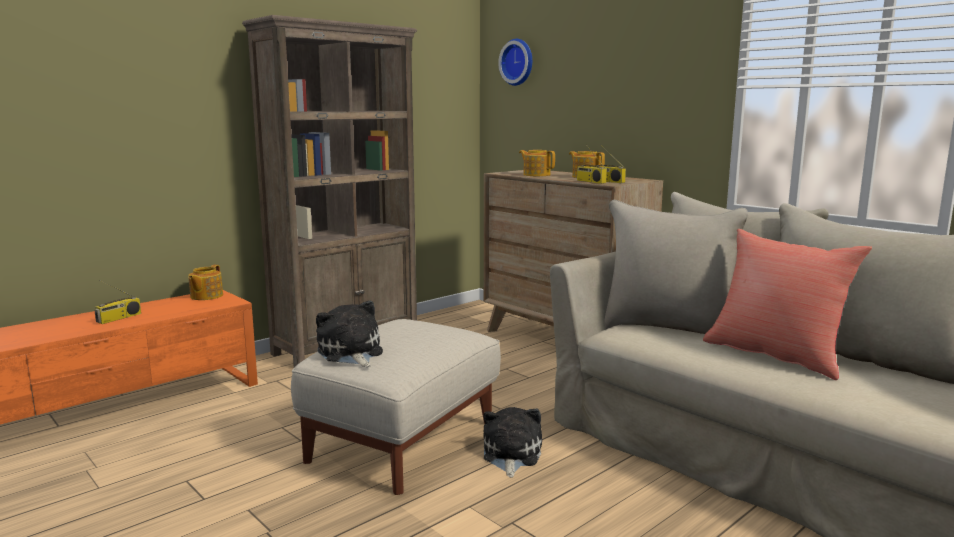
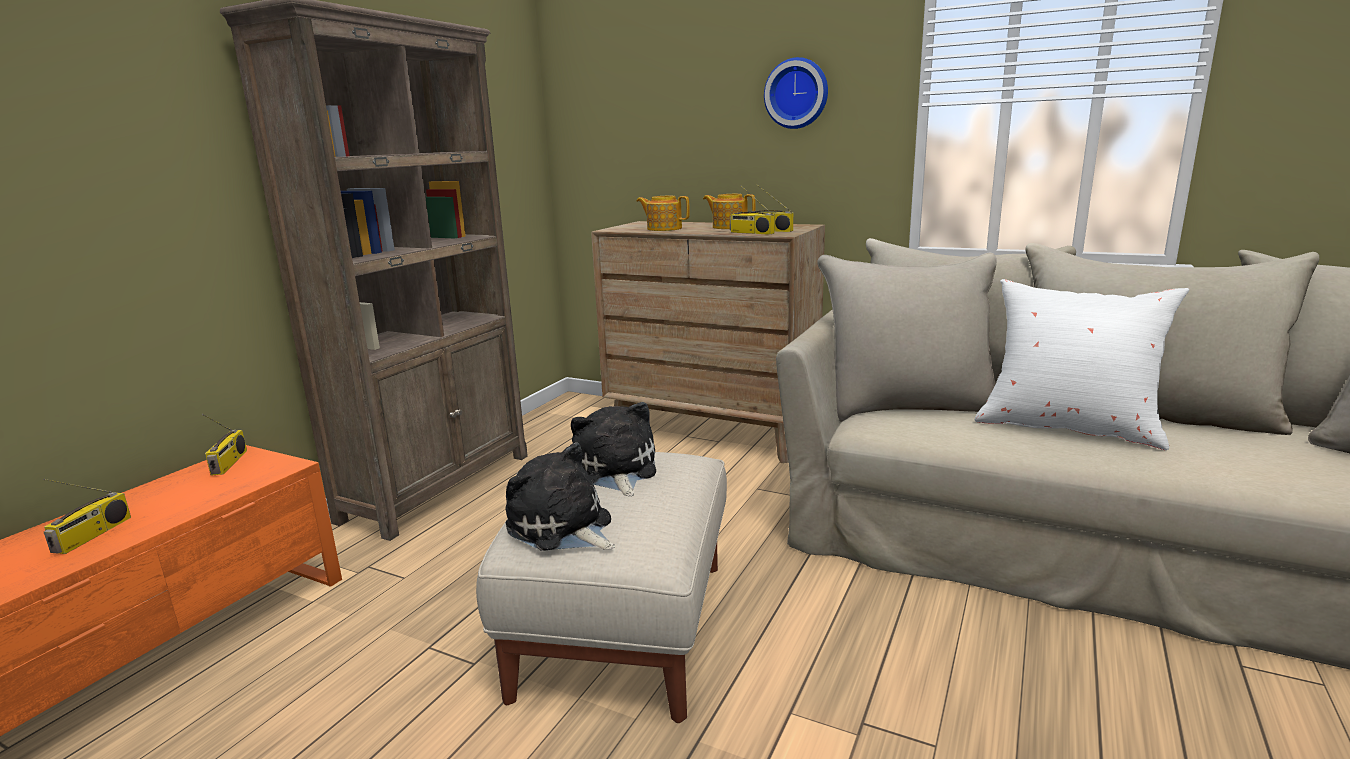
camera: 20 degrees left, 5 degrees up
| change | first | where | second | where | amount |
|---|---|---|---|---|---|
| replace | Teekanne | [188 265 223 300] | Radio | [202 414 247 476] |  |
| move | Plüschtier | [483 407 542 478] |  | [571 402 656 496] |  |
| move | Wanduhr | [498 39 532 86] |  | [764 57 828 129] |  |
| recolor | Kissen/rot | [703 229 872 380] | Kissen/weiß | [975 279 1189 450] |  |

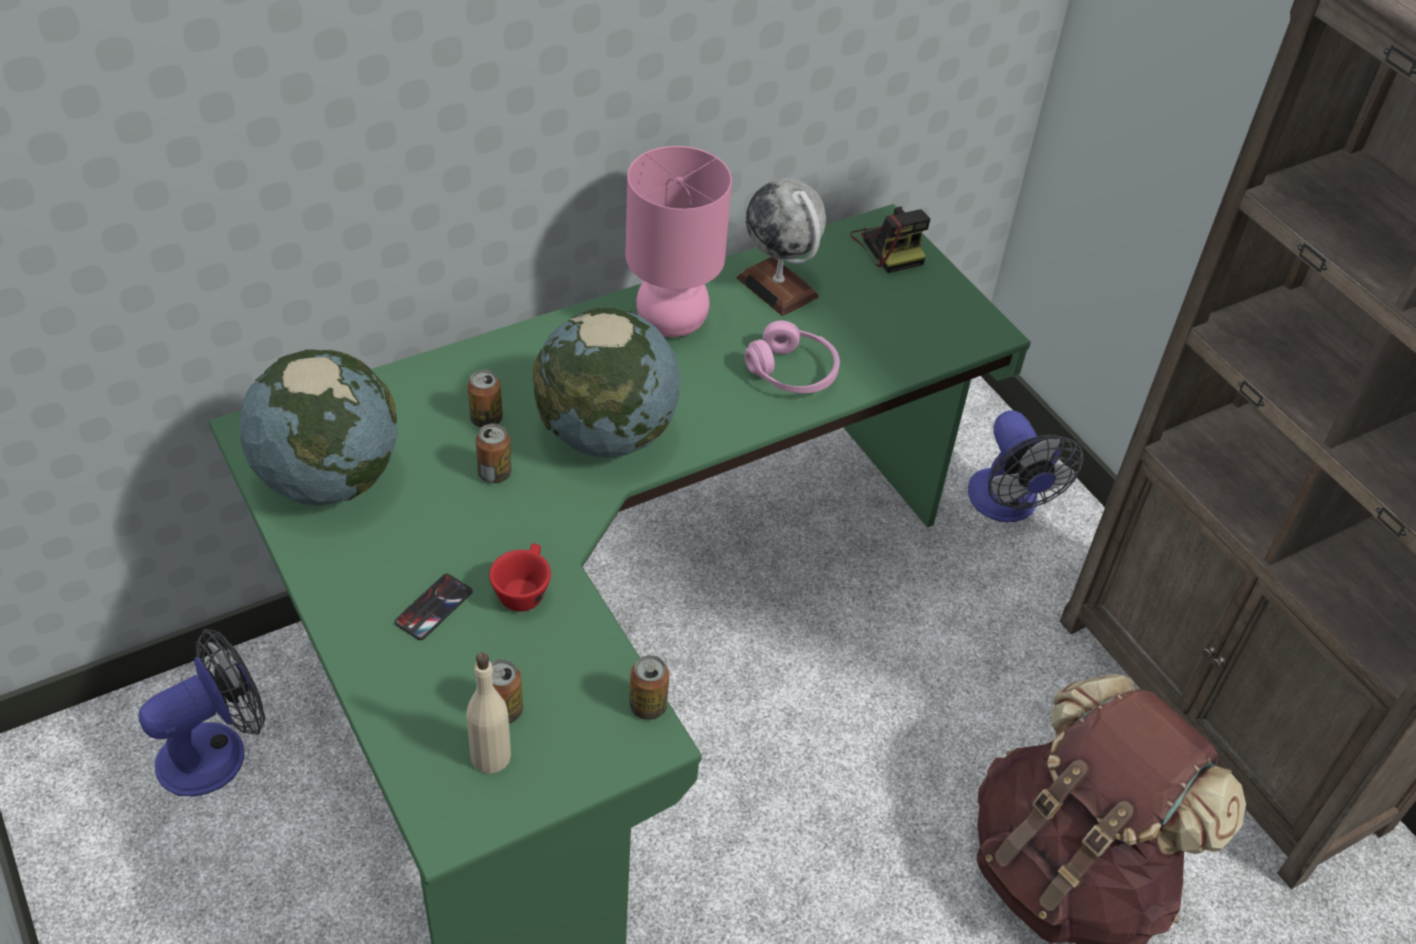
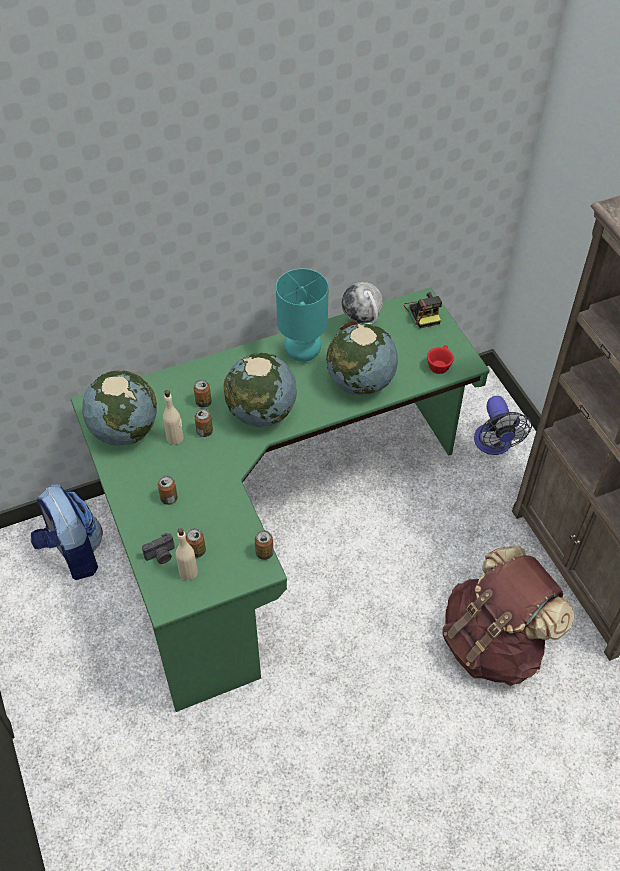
camera: 10 degrees right, 5 degrees up
| change | first | where | second | where | amount |
|---|---|---|---|---|---|
| replace | Ventilator | [138 629 265 796] | Rucksack | [31 485 103 580] |  |
| insert |  |  | Kamera | [142 533 175 564] |  |
| replace | Handy | [394 573 473 640] | Dose | [158 475 178 505] |  |
| insert |  |  | Flasche/beige | [163 390 183 445] |  |
| recolor | Tischlampe/rosa | [626 146 732 337] | Tischlampe/türkis | [276 268 329 362] |  |
| replace | Kopfhörer/rosa | [745 321 840 393] | Globus | [326 324 398 396] |  |
| move | Tasse/rot | [489 543 551 611] |  | [427 345 454 374] |  |

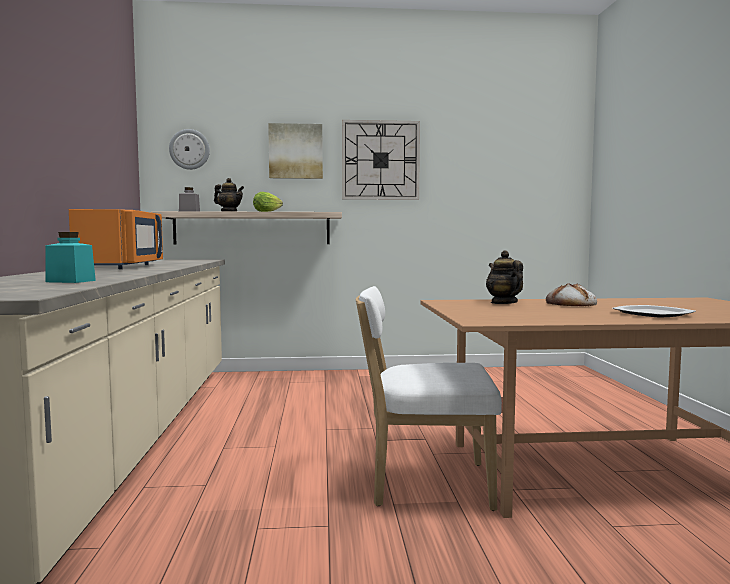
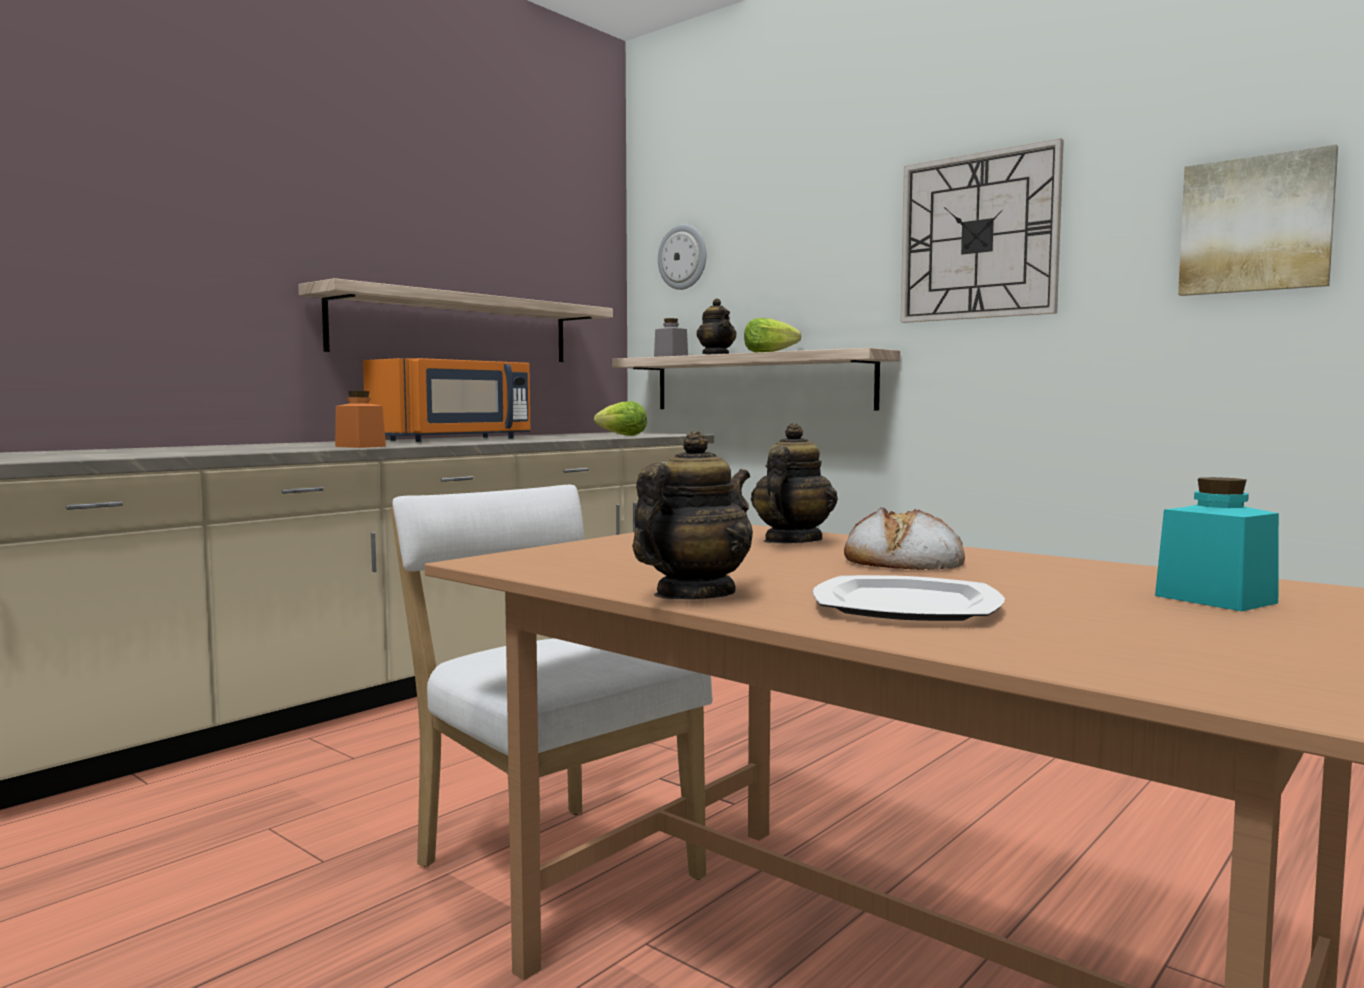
camera: 45 degrees right, 0 degrees up
| change | first | where | second | where | amount |
|---|---|---|---|---|---|
| insert |  |  | Wandregal | [298 278 613 362] |  |
| insert |  |  | Vorratsglas/orange | [335 391 386 448] |  |
| insert |  |  | Salatkopf | [594 401 647 436] |  |
| insert |  |  | Teekanne | [632 431 753 599] |  |
| move | Vorratsglas/türkis | [45 232 96 283] |  | [1155 477 1279 611] |  |
| move | Bild | [268 123 323 179] |  | [1178 144 1338 296] |  |

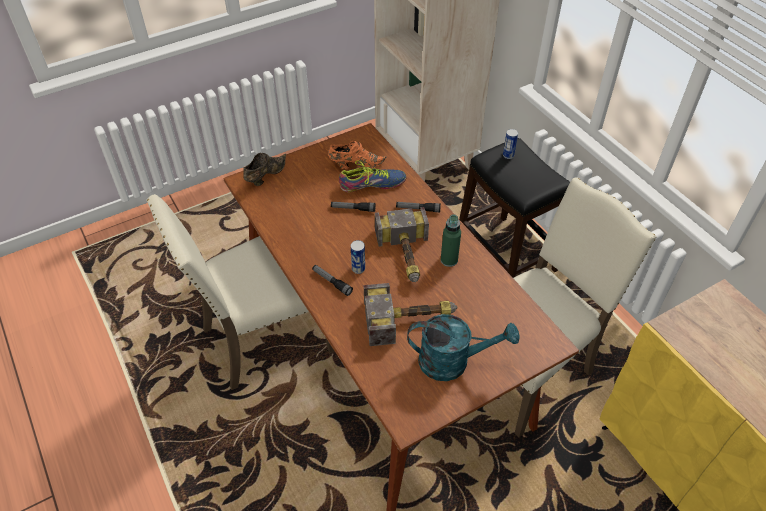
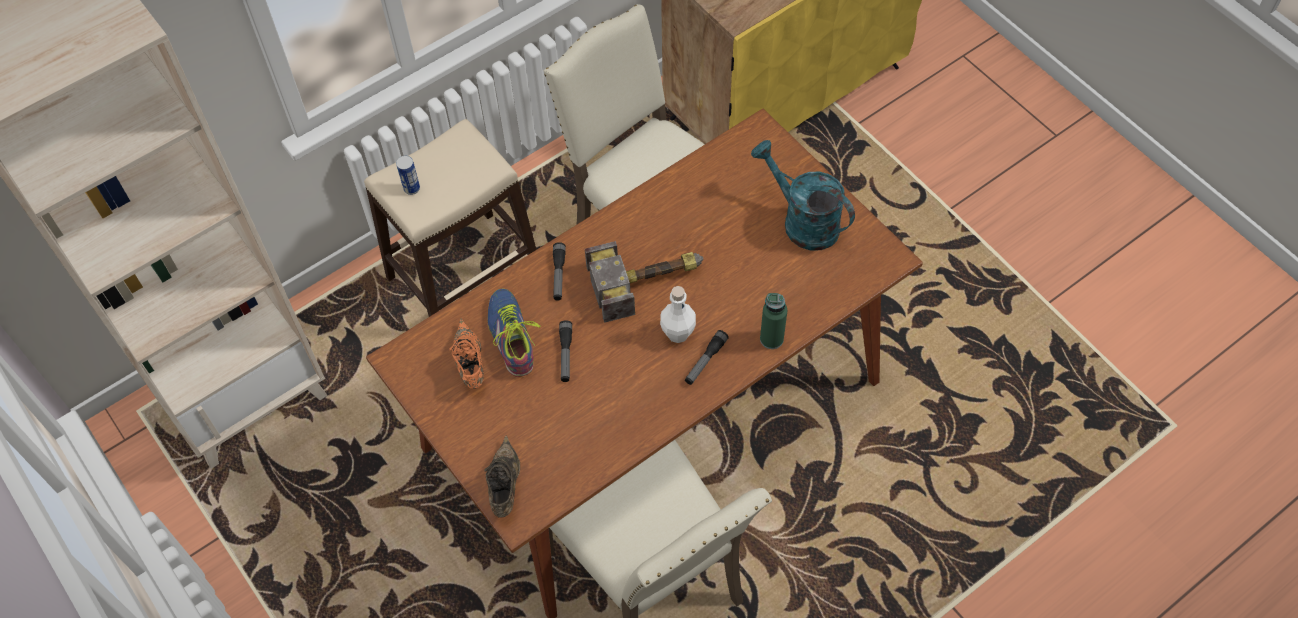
camera: 95 degrees left, 10 degrees up
| change | first | where | second | where | amount |
|---|---|---|---|---|---|
| recolor | Hocker/schwarz | [459 138 570 278] | Hocker/beige | [364 119 537 317] |  |
| rotate | Schuh/braun | [243 153 286 186] |  | [484 436 520 518] | 60 degrees clockwise |
| replace | Dose | [351 240 365 274] | Flasche/weiß | [660 286 696 343] |  |
| rotate | Gießkanne/türkis | [407 314 520 381] |  | [751 140 855 251] | 45 degrees counterclockwise |
| move | Flasche/grün | [441 215 461 267] |  | [760 293 788 349] |  |
| delete | Hammer | [364 283 457 346] |  |  |  |

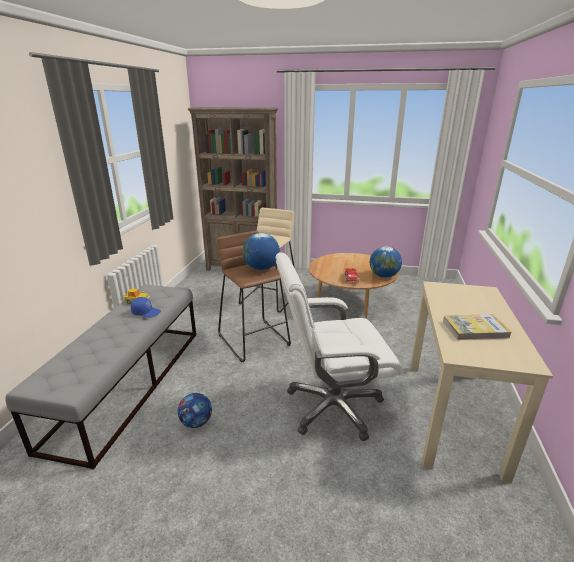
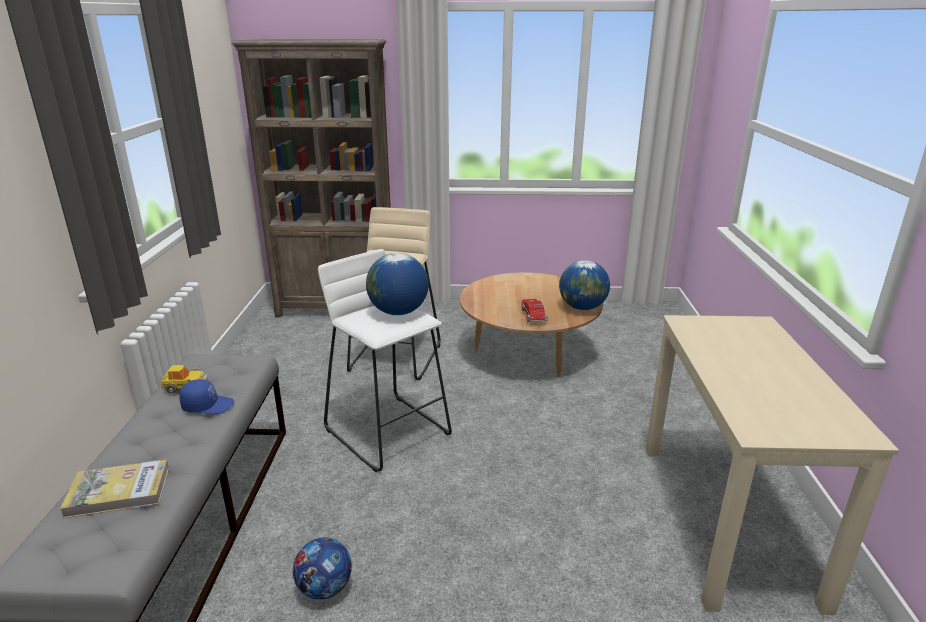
camera: 10 degrees left, 0 degrees up
| change | first | where | second | where | amount |
|---|---|---|---|---|---|
| move | Buch | [443 314 512 340] |  | [60 459 169 518] |  |
| recolor | Hocker/braun | [217 231 291 362] | Hocker/weiß | [318 249 452 472] |  |
| delete | Bürostuhl/weiß | [276 252 403 441] |  |  |  |

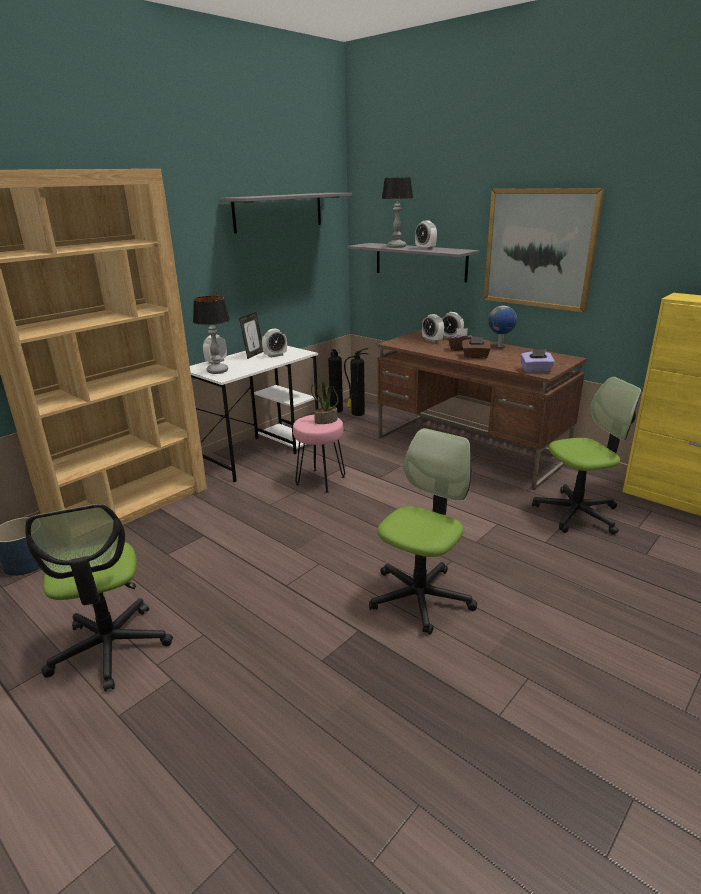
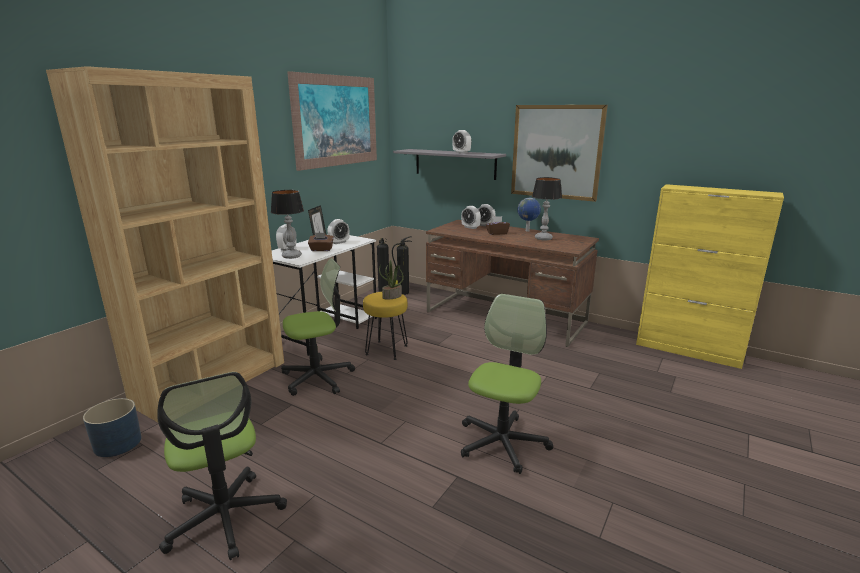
camera: 10 degrees left, 5 degrees down
| change | first | where | second | where | amount |
|---|---|---|---|---|---|
| move | Bürostuhl | [532 377 641 535] |  | [281 258 355 396] |  |
| replace | Wandregal/grau | [220 193 352 234] | Bild | [287 71 377 171] |  |
| move | Taschentuchbox/braun | [462 336 491 359] |  | [308 232 334 251] |  |
| recolor | Hocker/rosa | [293 415 345 493] | Hocker/gelb | [363 292 408 360] |  |
| move | Tischlampe | [382 177 413 248] |  | [532 177 562 240] |  |
| delete | Taschentuchbox/lila | [521 349 555 373] |  |  |  |

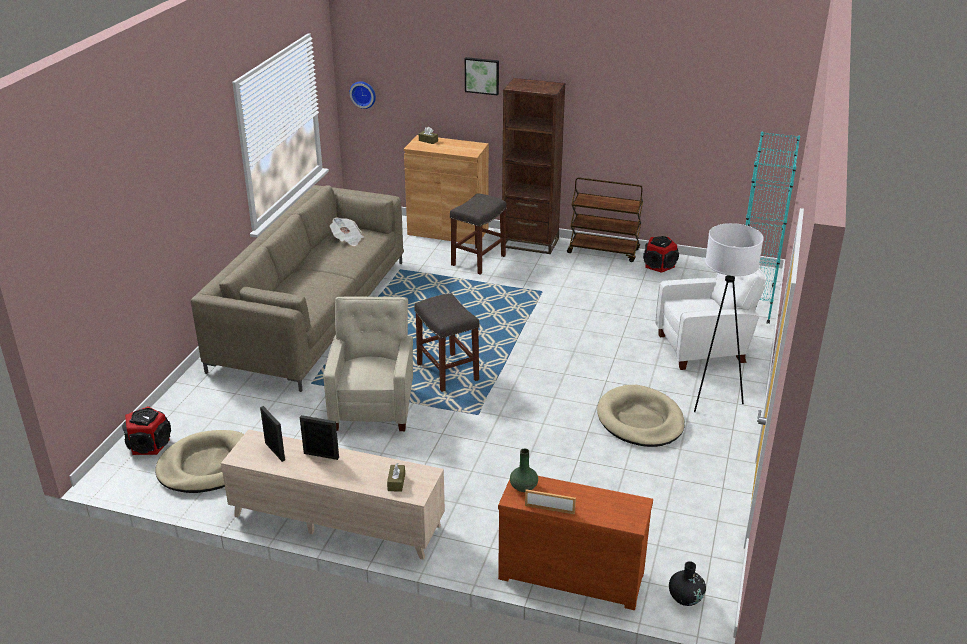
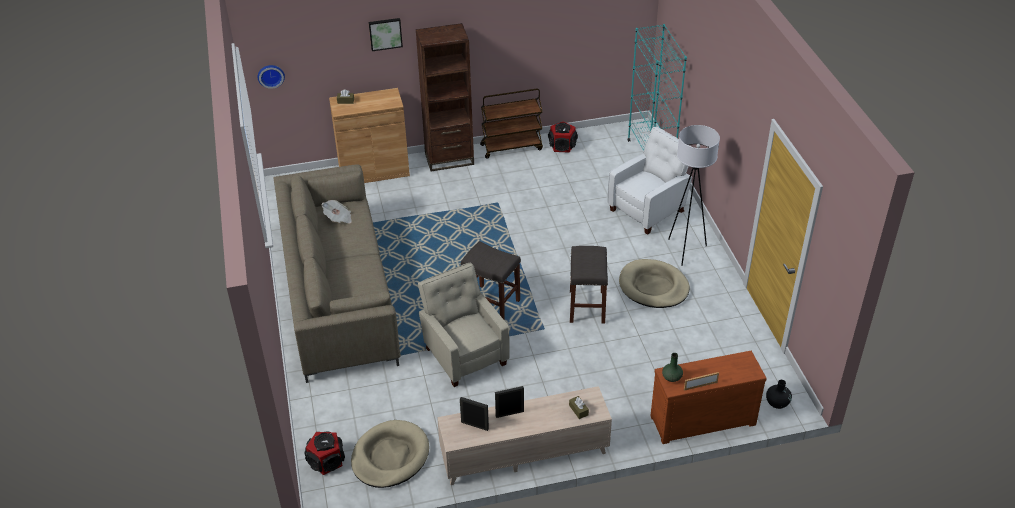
camera: 30 degrees left, 10 degrees up
| change | first | where | second | where | amount |
|---|---|---|---|---|---|
| move | Hocker/grau | [450 193 507 275] |  | [570 246 608 323] |  |

